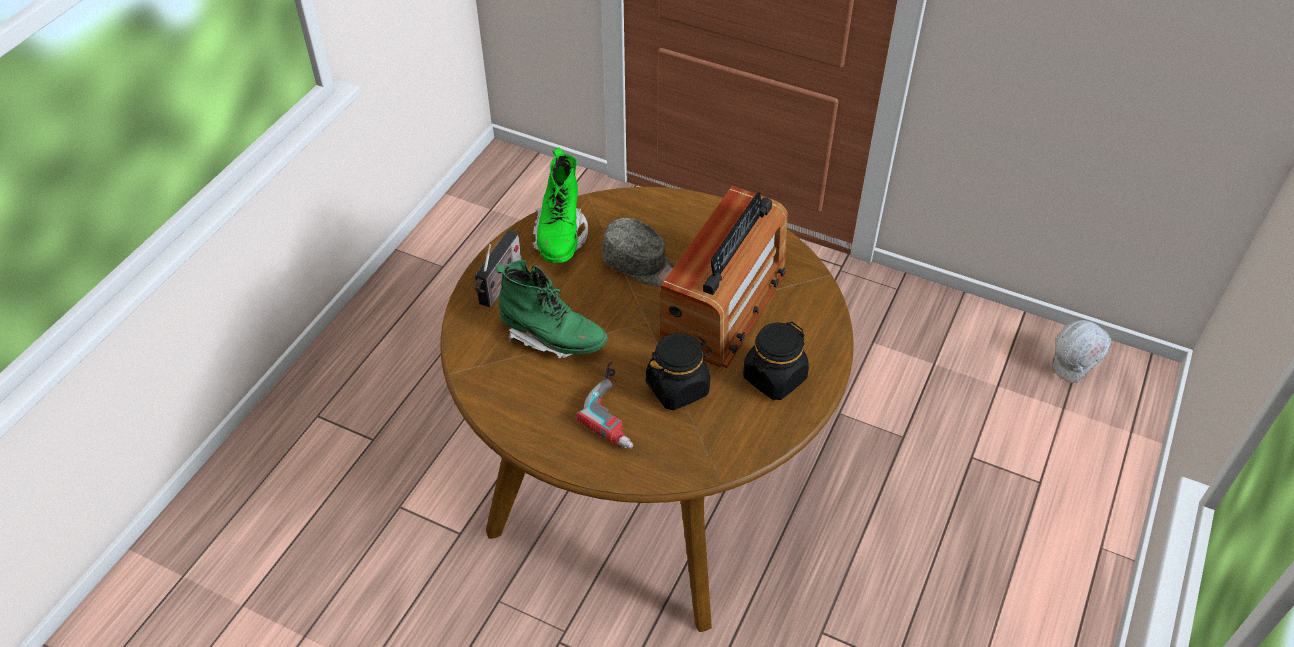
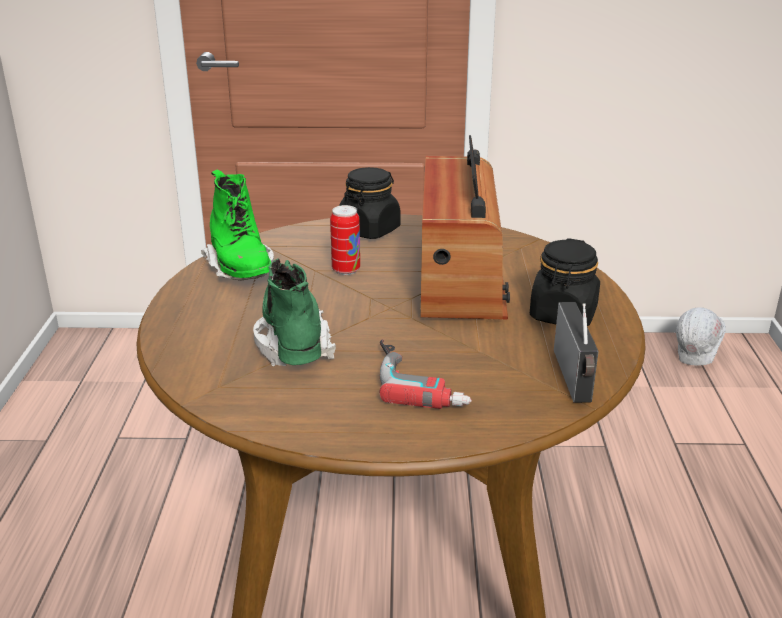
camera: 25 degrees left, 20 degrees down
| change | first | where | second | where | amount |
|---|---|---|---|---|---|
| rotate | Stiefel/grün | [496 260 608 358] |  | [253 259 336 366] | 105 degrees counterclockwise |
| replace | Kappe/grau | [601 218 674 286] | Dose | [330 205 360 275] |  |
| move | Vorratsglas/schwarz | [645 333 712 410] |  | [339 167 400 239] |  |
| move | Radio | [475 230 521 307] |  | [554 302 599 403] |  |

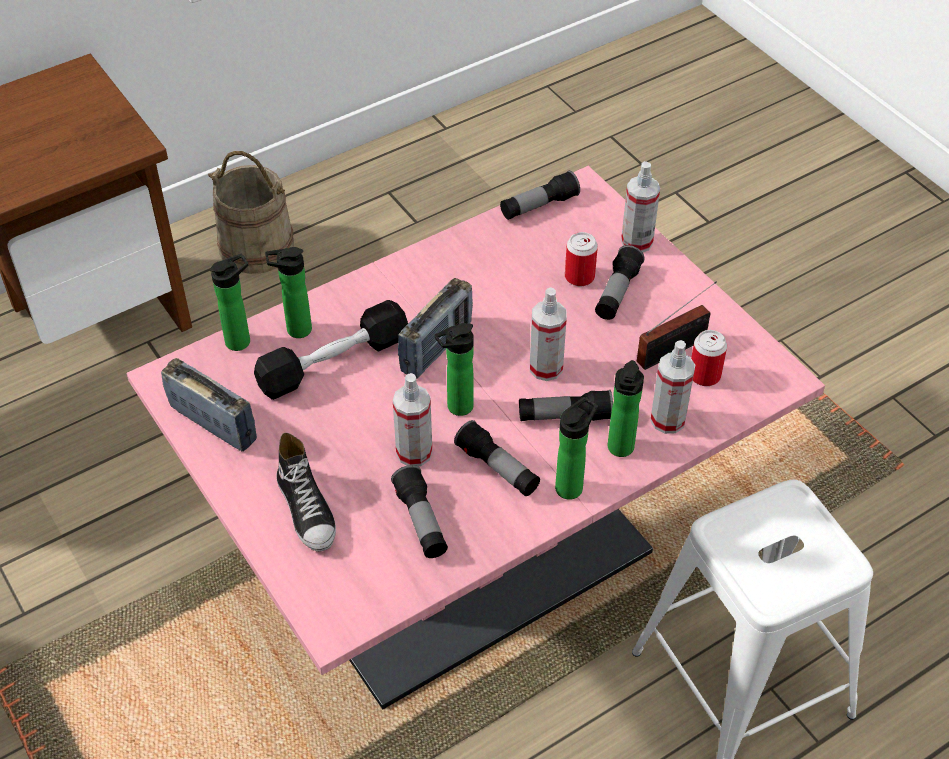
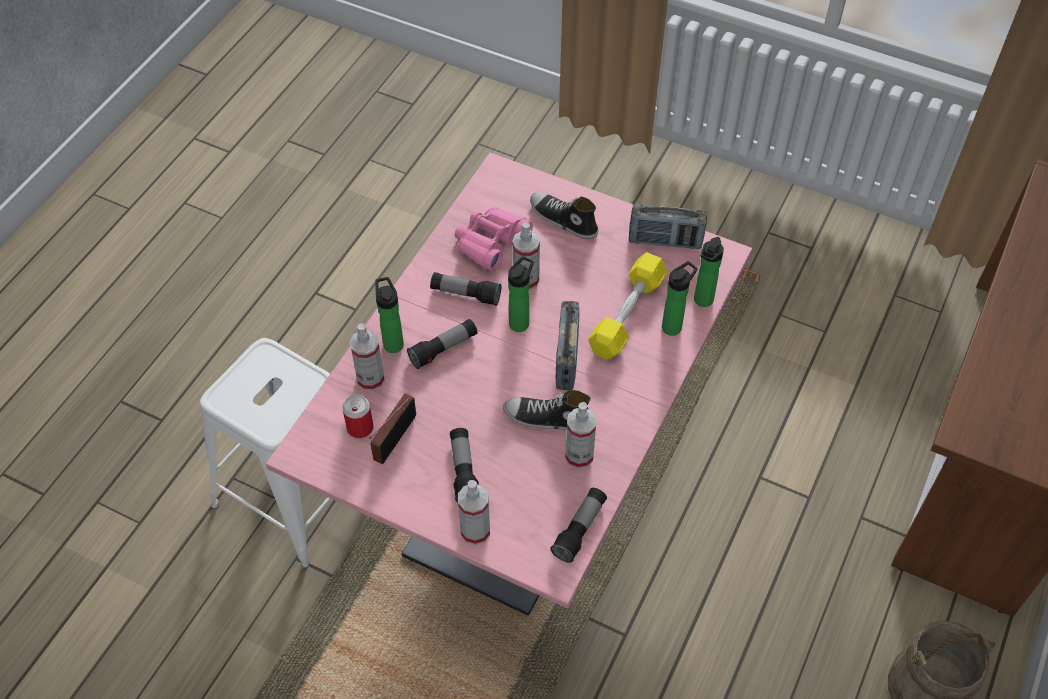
camera: 150 degrees right, 5 degrees up
| change | first | where | second | where | amount |
|---|---|---|---|---|---|
| replace | Taschenlampe | [391 465 448 558] | Fernglas/rosa | [455 207 533 271] |  |
| insert |  |  | Schuh | [503 390 591 430] |  |
| move | Sprühflasche | [530 287 567 381] |  | [565 402 597 469] |  |
| recolor | Hantel/schwarz | [254 300 408 400] | Hantel/gelb | [588 252 668 360] |  |
| delete | Flasche | [555 397 598 500] |  |  |  |
| delete | Dose | [565 232 598 286] |  |  |  |

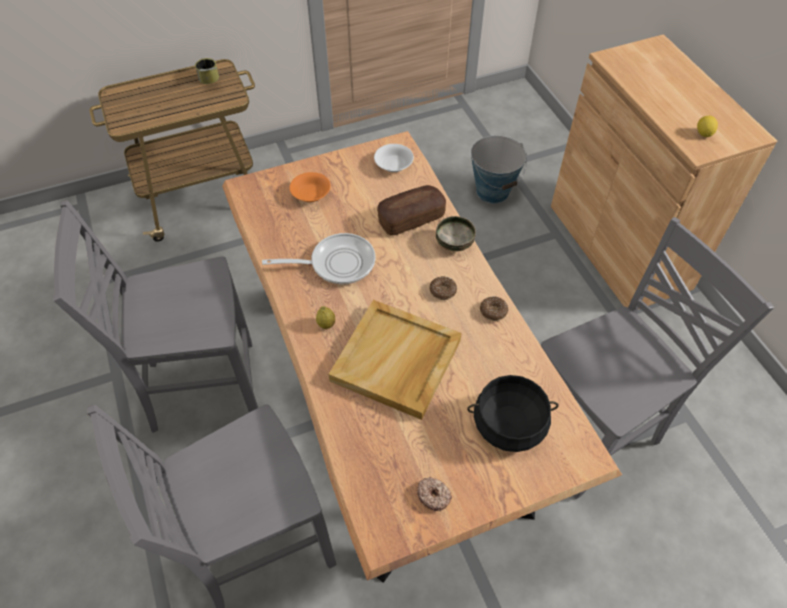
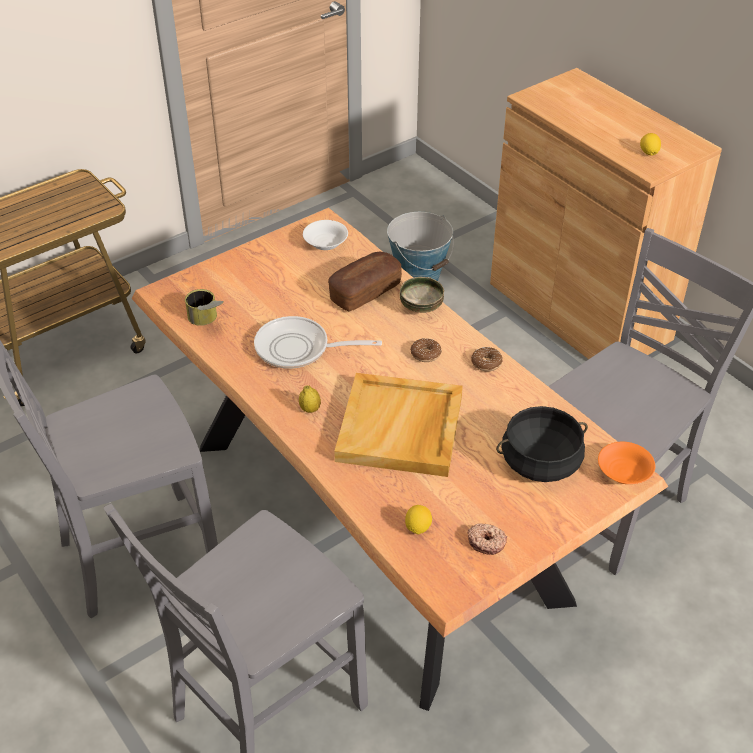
camera: 15 degrees left, 10 degrees down
| change | first | where | second | where | amount |
|---|---|---|---|---|---|
| move | Dose | [195 58 219 84] |  | [185 289 224 326] |  |
| rotate | Pfanne | [262 233 375 284] |  | [254 316 382 369] | 150 degrees counterclockwise |
| insert |  |  | Zitrone | [405 505 432 534] |  |
| move | Schüssel/orange | [289 172 331 202] |  | [598 442 656 484] |  |

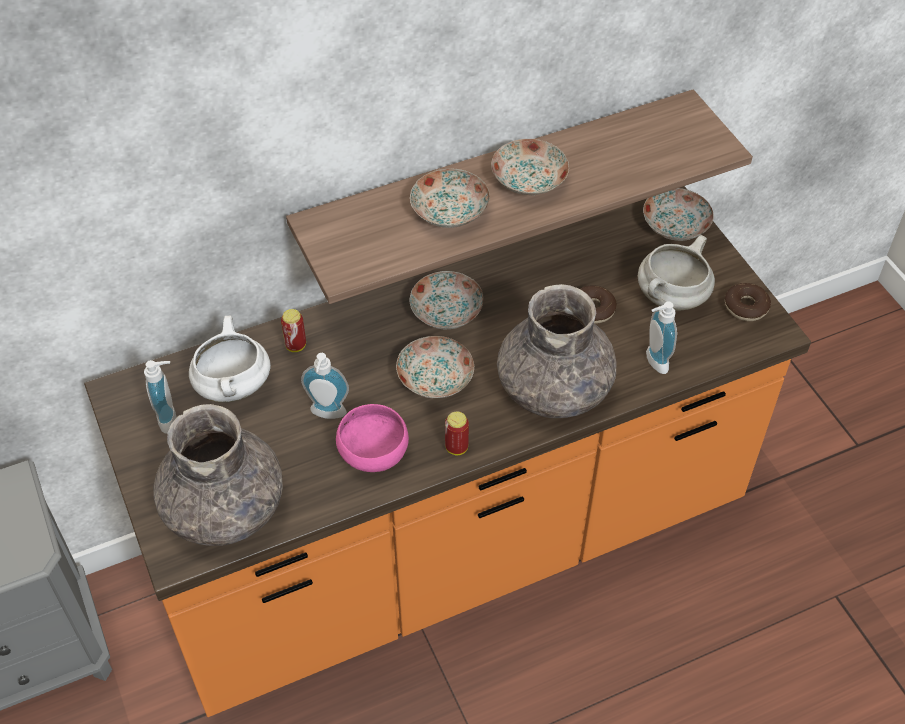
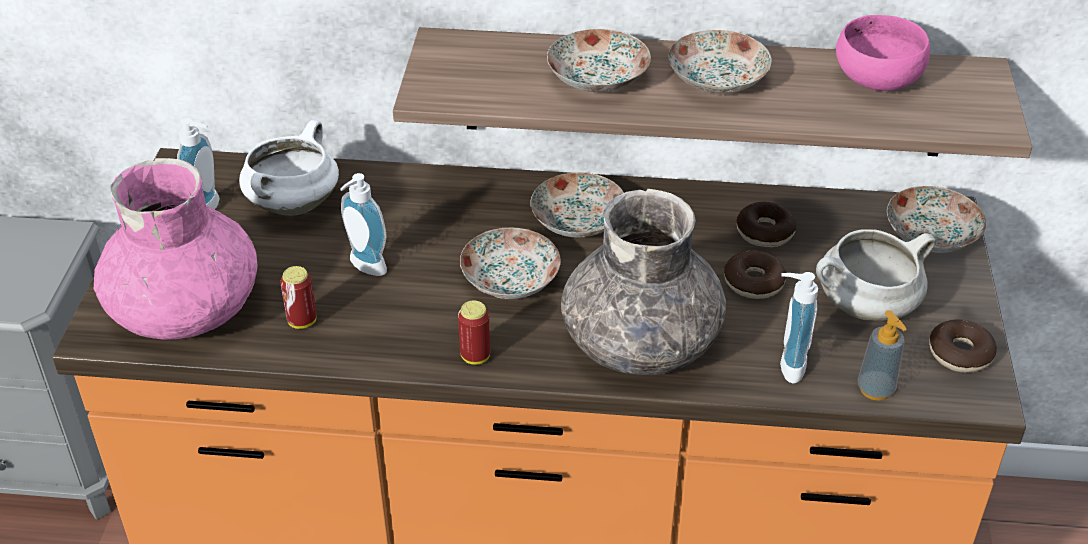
camera: 30 degrees right, 10 degrees down
| change | first | where | second | where | amount |
|---|---|---|---|---|---|
| recolor | Vase/grau | [153 404 283 546] | Vase/rosa | [94 158 258 340] |  |
| move | Dose | [281 309 306 352] |  | [280 266 317 329] |  |
| insert |  |  | Donut | [736 202 796 247] |  |
| move | Schüssel/rosa | [336 404 409 472] |  | [836 15 930 91] |  |
| insert |  |  | Seifenspender | [858 310 907 401] |  |

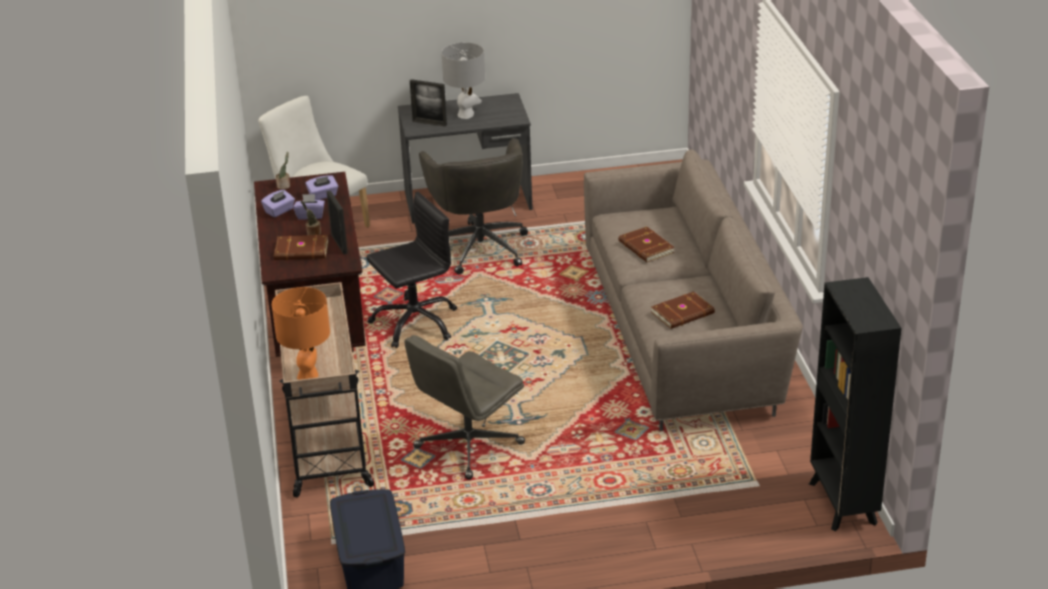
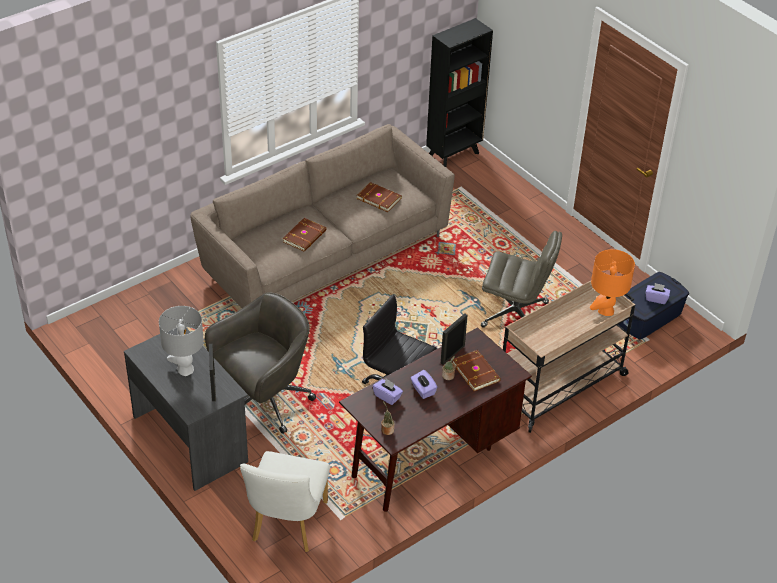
camera: 120 degrees left, 10 degrees up
| change | first | where | second | where | amount |
|---|---|---|---|---|---|
| move | Taschentuchbox/lila | [261 190 295 217] |  | [645 283 670 304] |  |

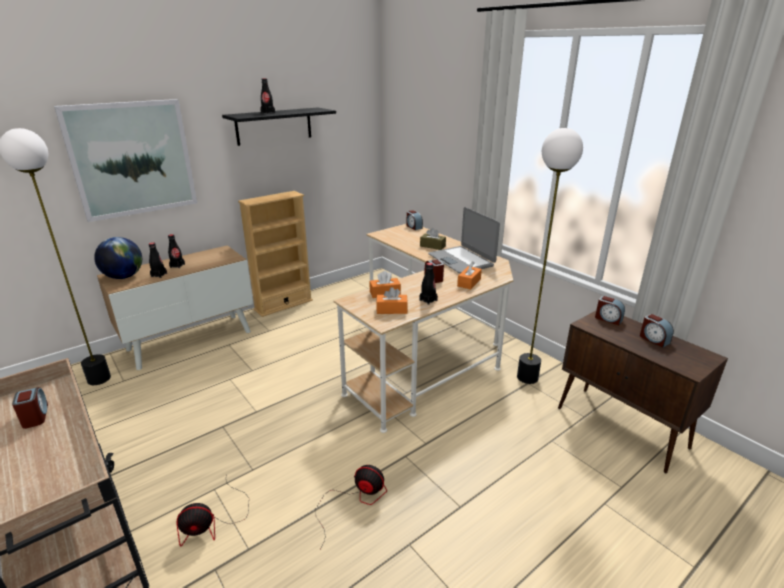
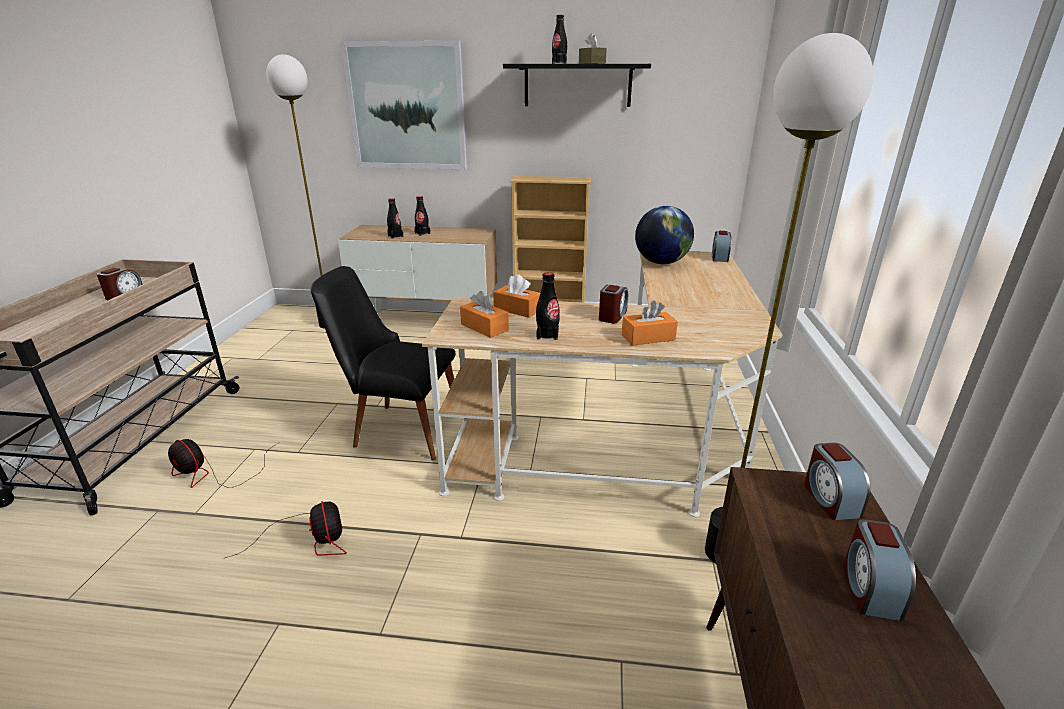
camera: 45 degrees right, 0 degrees up
| change | first | where | second | where | amount |
|---|---|---|---|---|---|
| insert |  |  | Stuhl/schwarz | [311 266 455 461] |  |
| move | Taschentuchbox/braun | [420 228 446 250] |  | [579 33 607 64] |  |
| move | Globus | [94 237 142 279] |  | [635 206 694 264] |  |
| delete | Laptop | [428 207 500 273] |  |  |  |

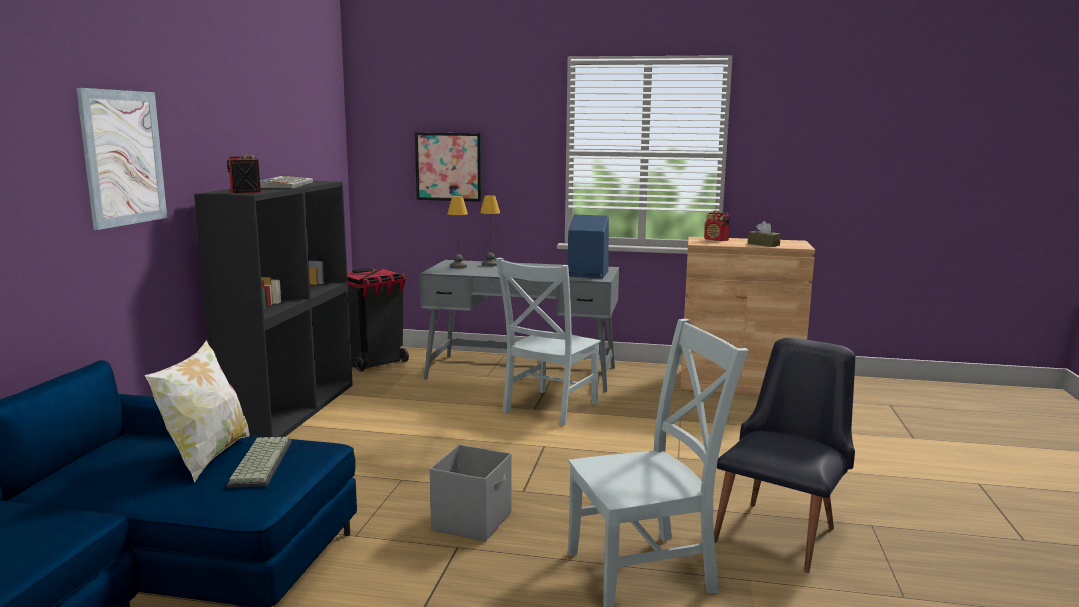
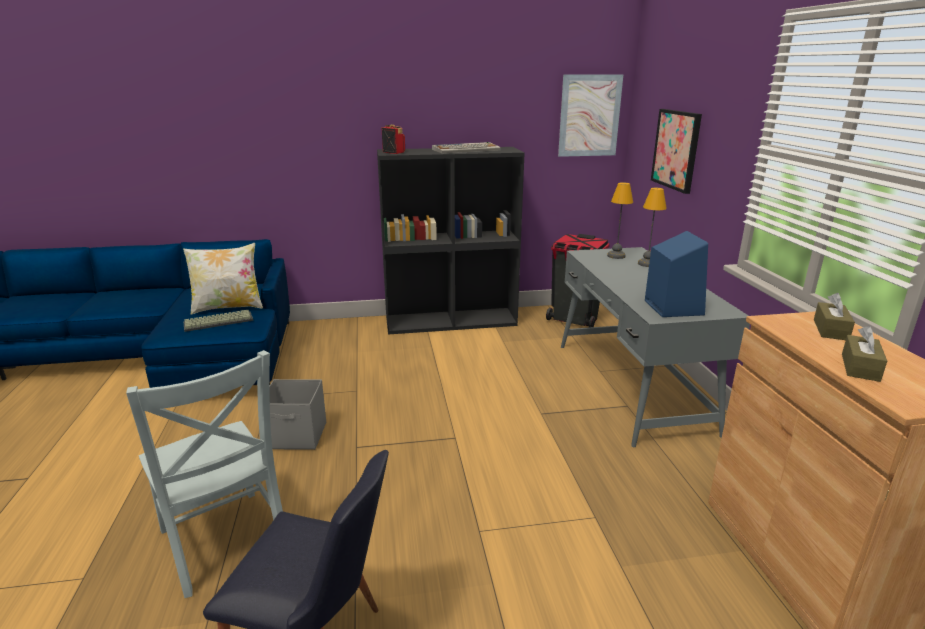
camera: 70 degrees right, 10 degrees up
| change | first | where | second | where | amount |
|---|---|---|---|---|---|
| move | Bild | [76 88 167 230] |  | [558 74 623 157] |  |
| replace | Radio | [704 210 730 241] | Taschentuchbox/braun | [814 293 855 340] |  |
| delete | Stuhl/grau | [496 258 601 426] |  |  |  |

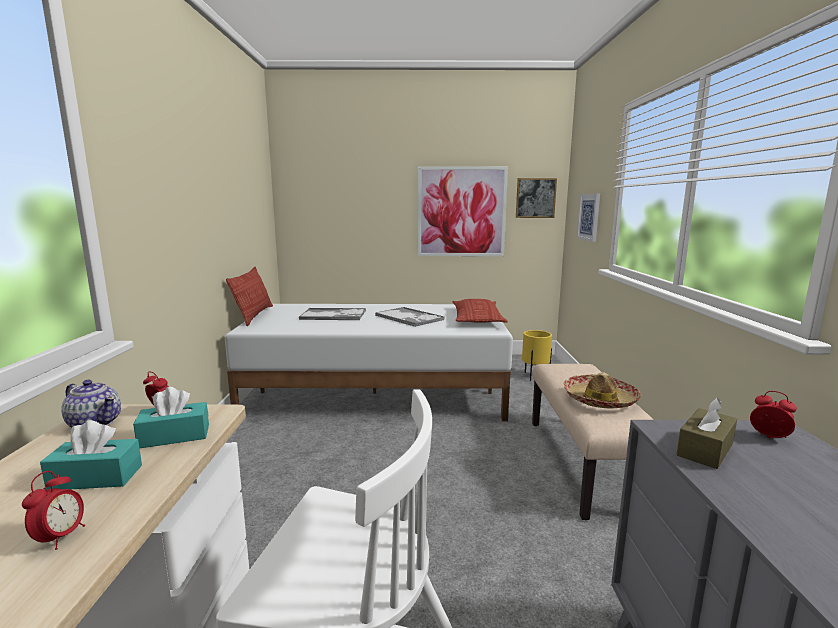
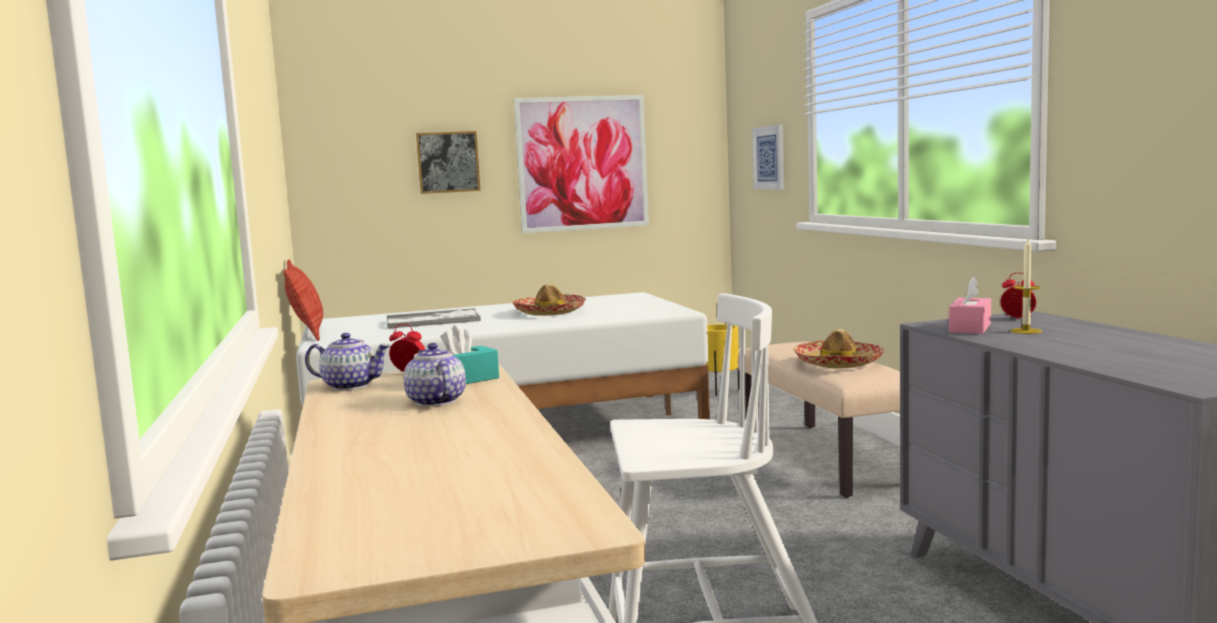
camera: 15 degrees left, 5 degrees down
| change | first | where | second | where | amount |
|---|---|---|---|---|---|
| replace | Taschentuchbox/türkis | [40 420 142 490] | Teekanne | [404 343 466 407] |  |
| move | Bild | [516 178 557 218] |  | [416 131 481 194] |  |
| replace | Tablett | [375 307 444 327] | Hut | [512 284 586 316] |  |
| recolor | Taschentuchbox/braun | [676 398 737 469] | Taschentuchbox/rosa | [949 277 991 334] |  |
| insert |  |  | Kerze | [1010 238 1042 334] |  |
| delete | Wecker | [22 471 85 550] |  |  |  |
| delete | Kissen | [452 299 508 323] |  |  |  |

